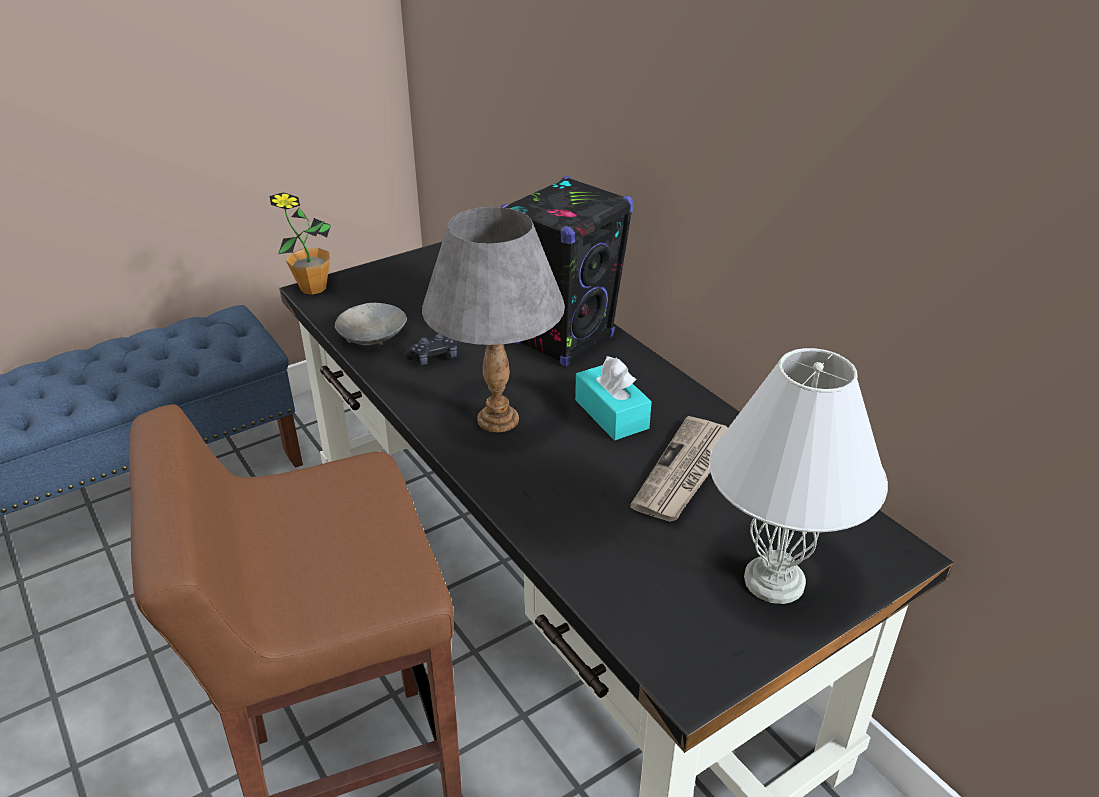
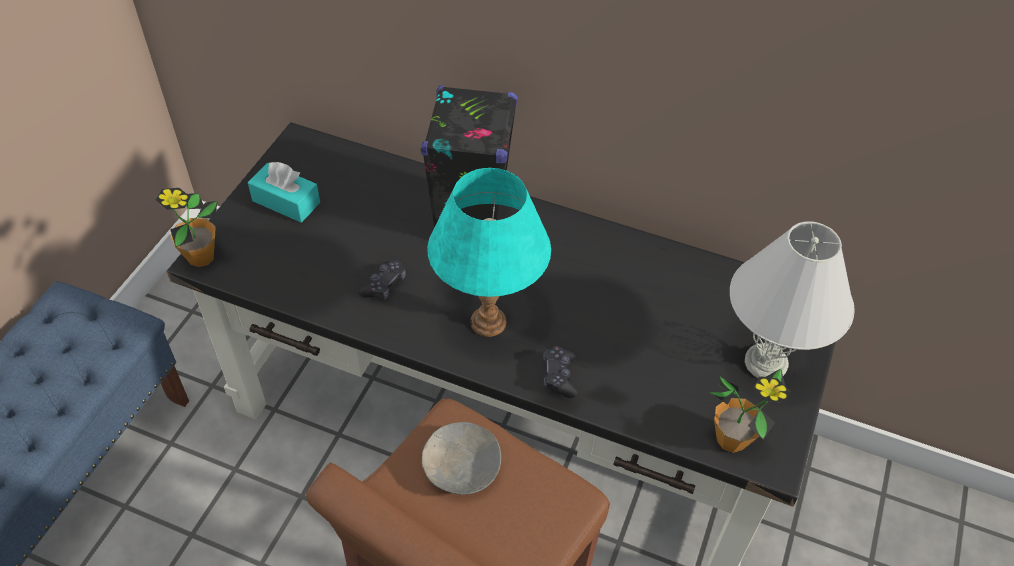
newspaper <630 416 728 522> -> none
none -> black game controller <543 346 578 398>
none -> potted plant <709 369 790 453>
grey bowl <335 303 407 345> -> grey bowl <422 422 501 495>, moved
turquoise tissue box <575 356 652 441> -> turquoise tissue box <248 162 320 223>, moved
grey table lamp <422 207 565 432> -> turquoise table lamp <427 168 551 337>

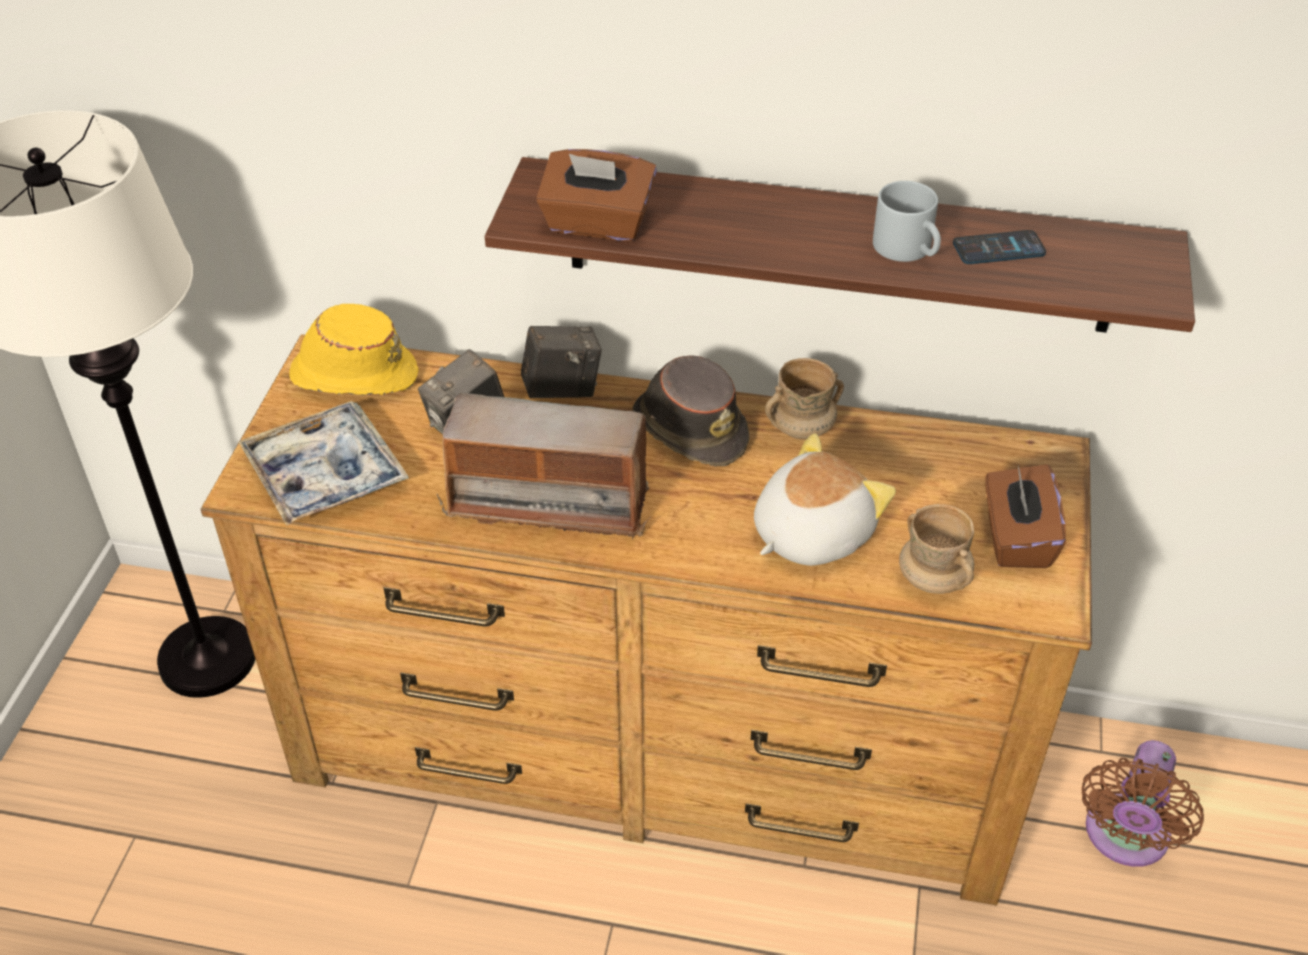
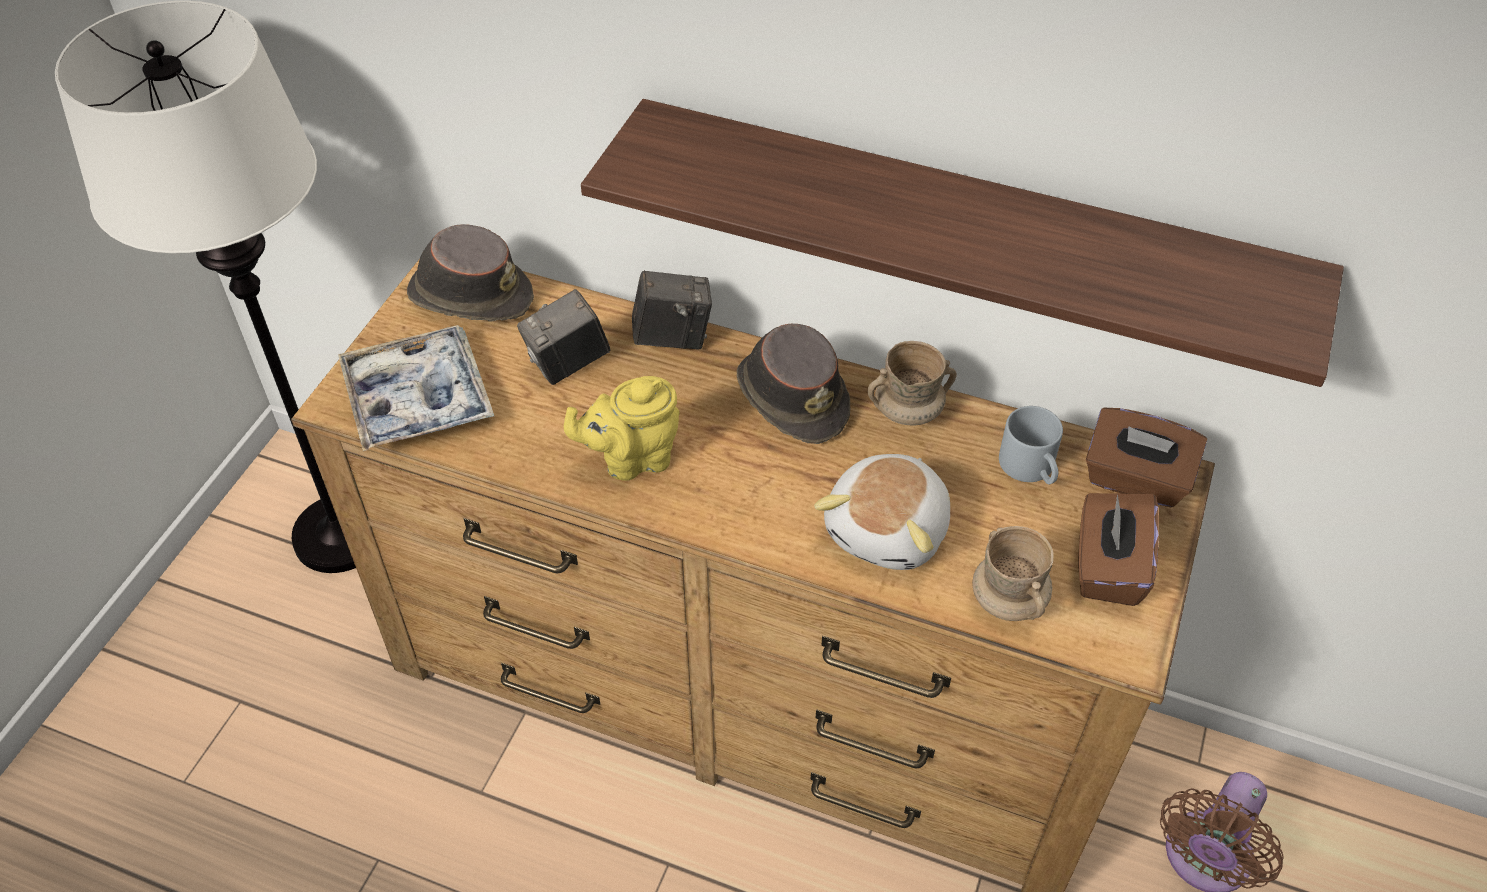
phone <953 230 1046 264> -> none
brown tissue box <536 149 657 241> -> brown tissue box <1086 408 1207 507>, moved
grey mug <873 181 941 262> -> grey mug <999 406 1063 484>, moved
radio <437 393 656 539> -> yellow teapot <564 376 680 481>
yellow hat <289 304 419 395> -> brown hat <407 224 534 322>
plush toy <754 433 896 566> -> plush toy <814 454 950 570>, 150 degrees clockwise

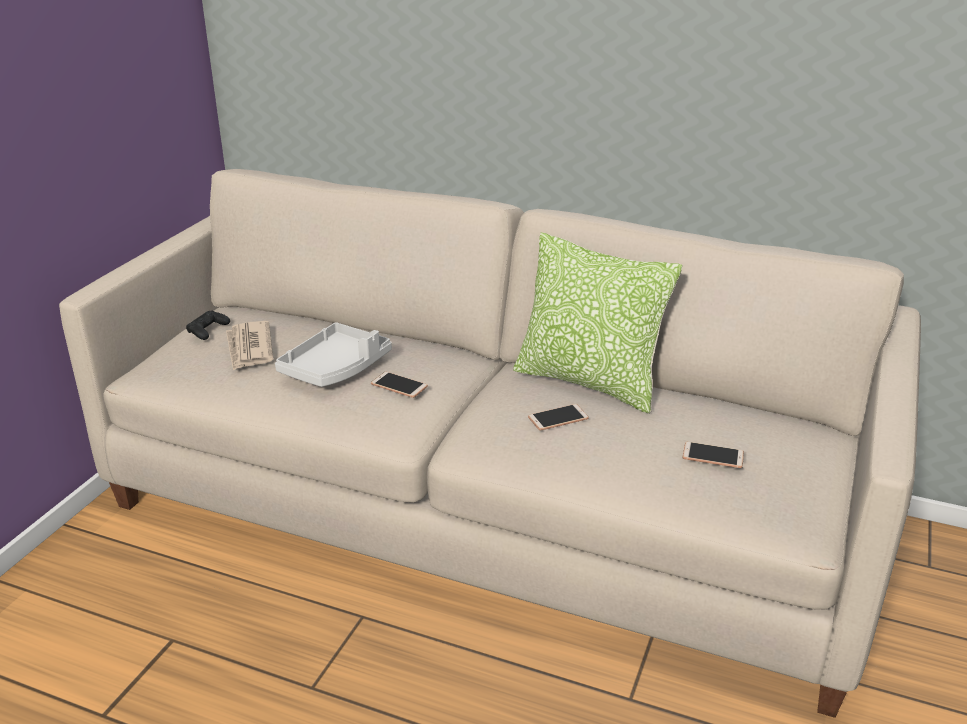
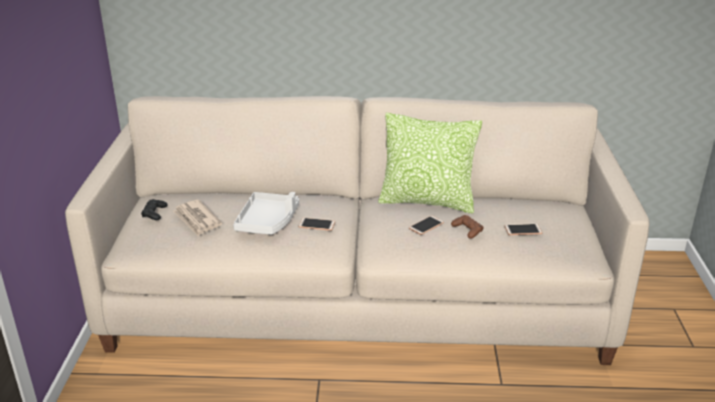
none -> brown game controller <451 215 483 239>

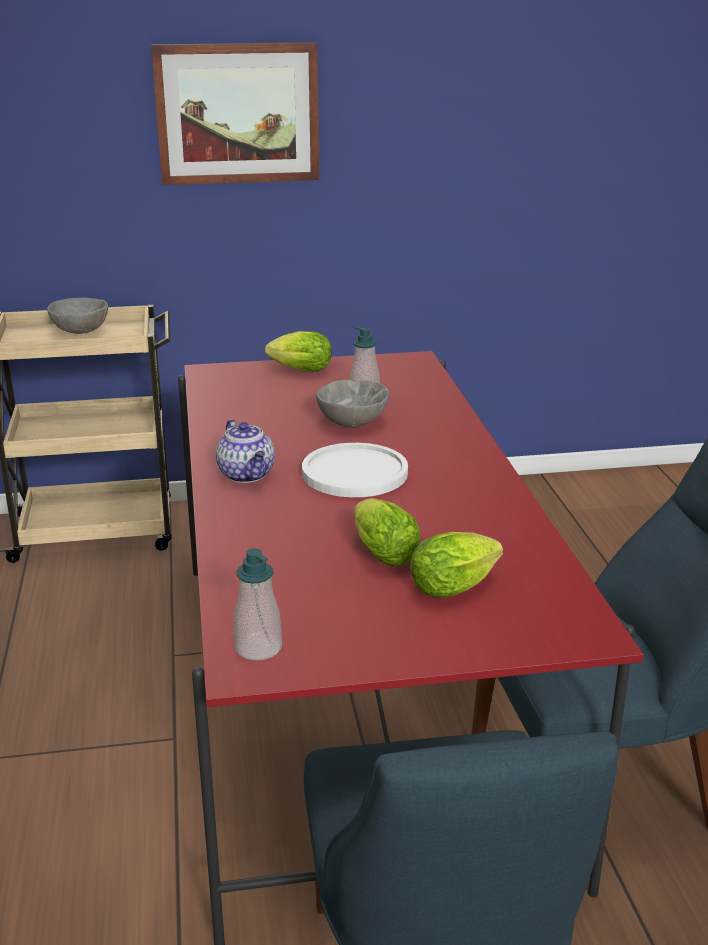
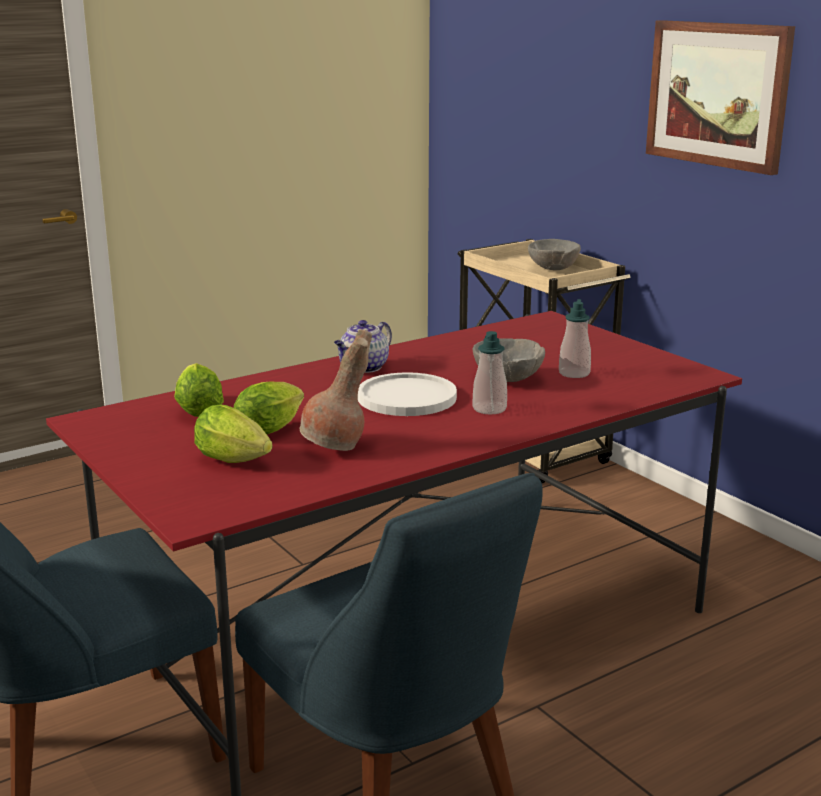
none -> brown vase <300 329 372 451>
soap dispenser <234 548 282 661> -> soap dispenser <473 331 507 415>, moved
lettuce <265 331 332 372> -> lettuce <174 363 224 417>, moved

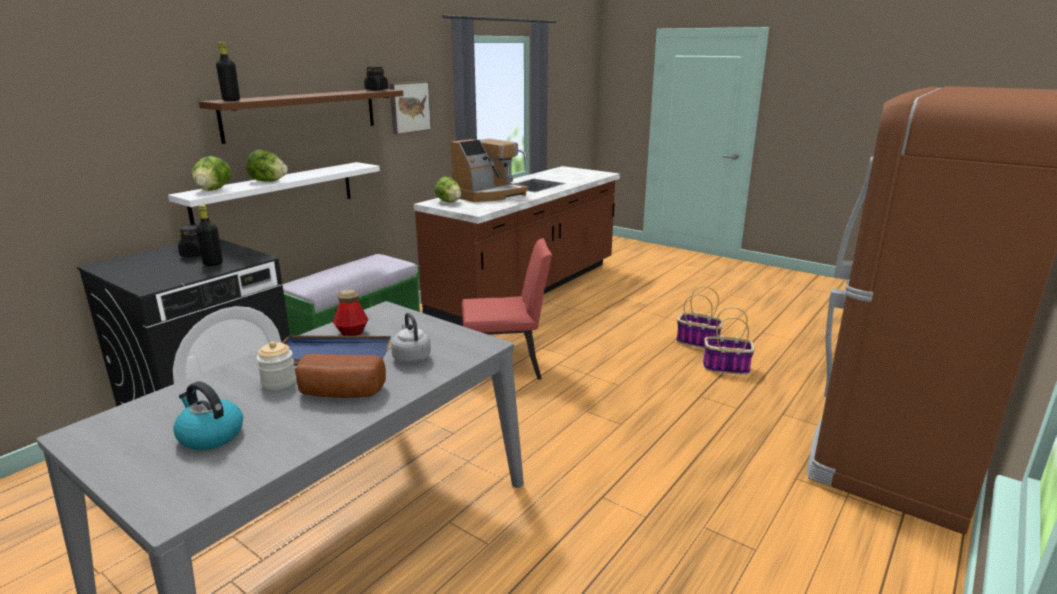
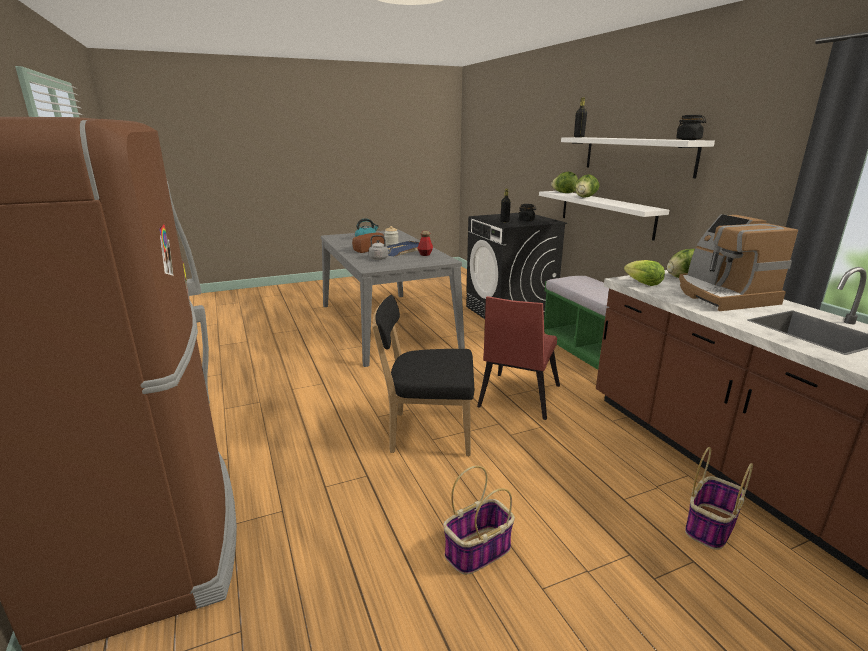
picture <389 81 432 134> -> none
none -> black chair <372 295 474 456>
none -> lettuce <624 260 665 286>
basket <703 307 755 375> -> basket <685 447 753 550>, moved
brown shelf <199 89 403 144> -> white shelf <561 137 715 178>

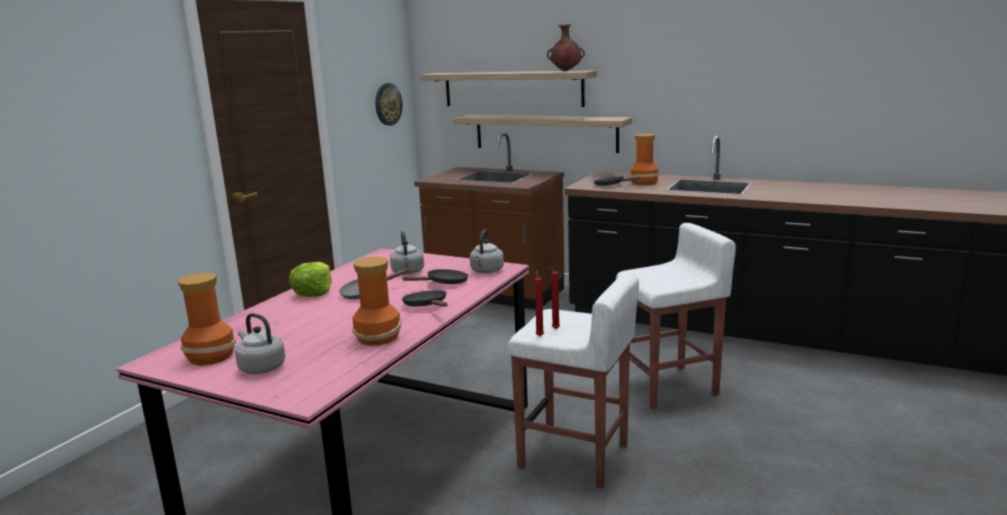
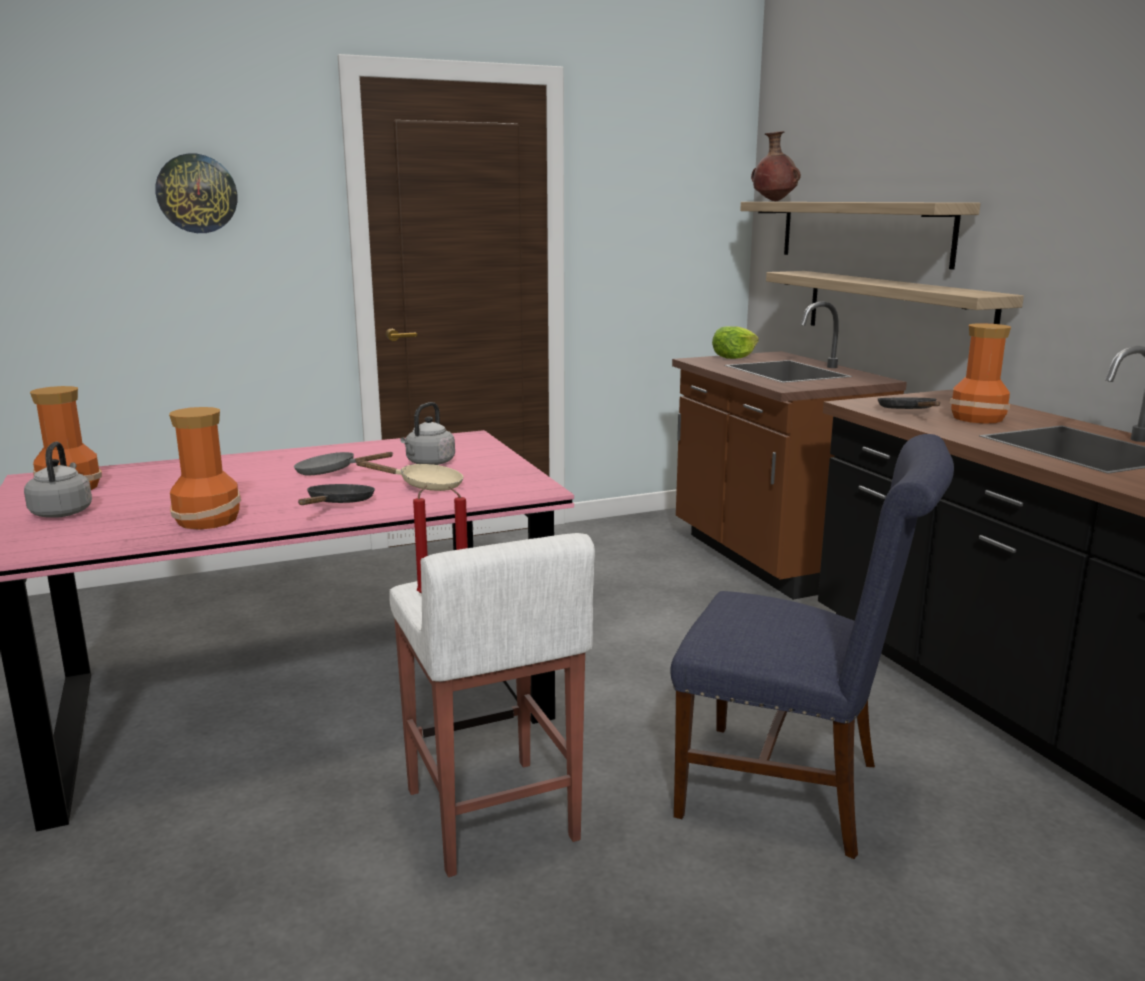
grey kettle <470 229 504 273> -> none
lettuce <289 262 332 297> -> lettuce <712 327 759 359>, moved
wall clock <375 83 402 126> -> wall clock <155 153 237 233>, moved
brown vase <547 24 585 71> -> brown vase <751 131 801 201>, moved
white stool <616 223 736 409> -> blue chair <670 434 954 859>
black frying pan <402 269 469 284> -> beige frying pan <356 460 463 491>

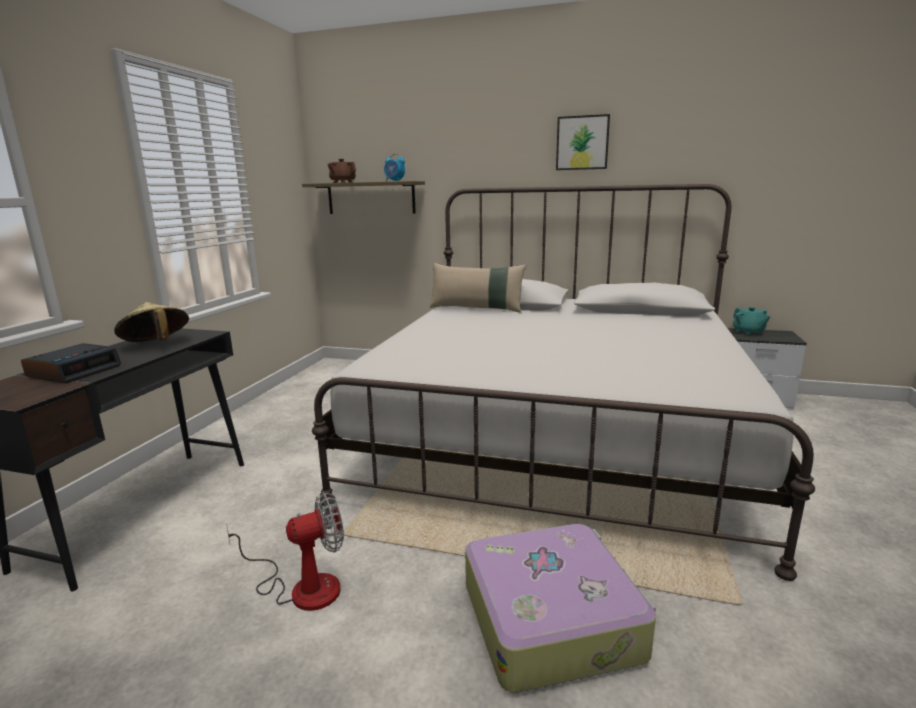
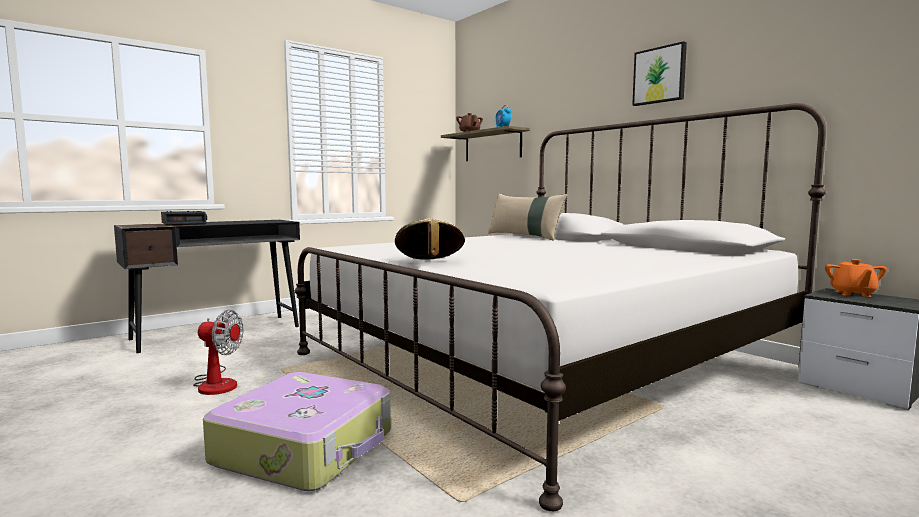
beige hat <114 302 189 342> -> beige hat <395 218 465 260>, moved
turquoise teapot <733 307 771 335> -> orange teapot <825 259 887 297>

